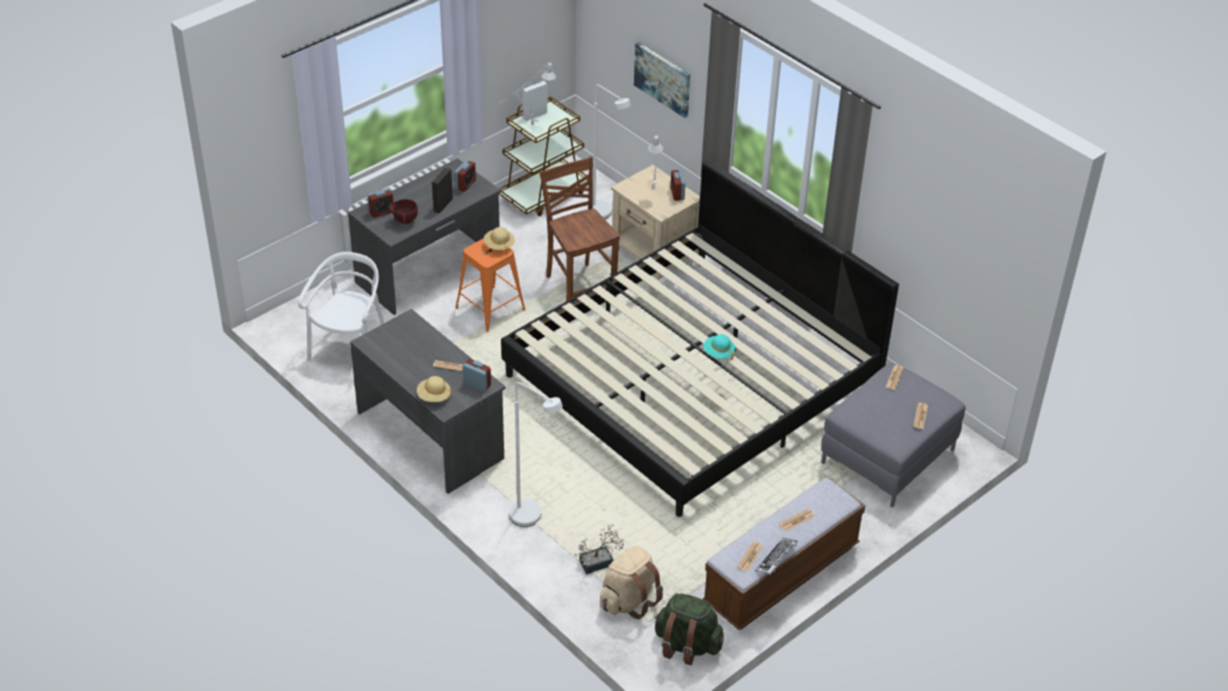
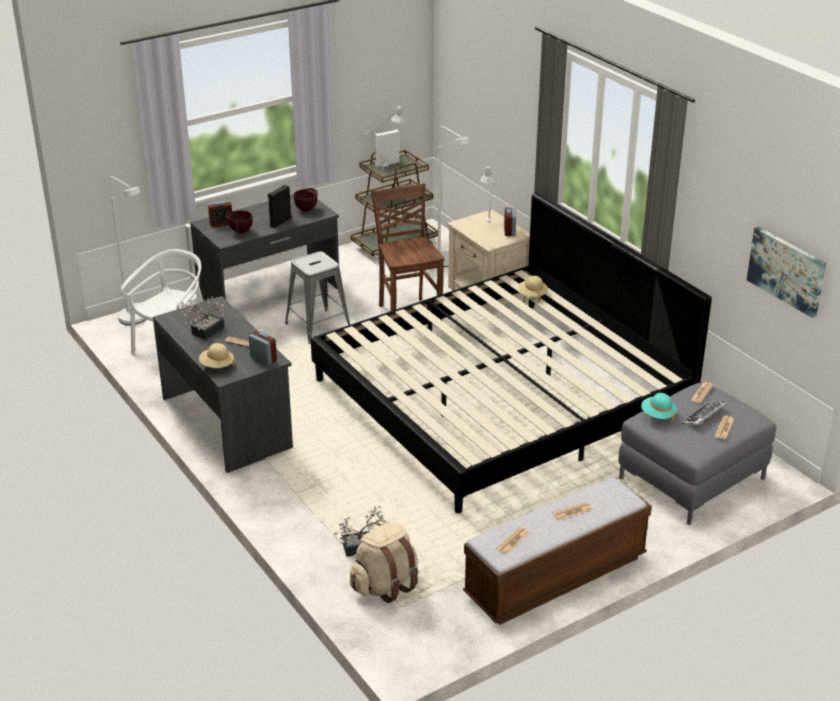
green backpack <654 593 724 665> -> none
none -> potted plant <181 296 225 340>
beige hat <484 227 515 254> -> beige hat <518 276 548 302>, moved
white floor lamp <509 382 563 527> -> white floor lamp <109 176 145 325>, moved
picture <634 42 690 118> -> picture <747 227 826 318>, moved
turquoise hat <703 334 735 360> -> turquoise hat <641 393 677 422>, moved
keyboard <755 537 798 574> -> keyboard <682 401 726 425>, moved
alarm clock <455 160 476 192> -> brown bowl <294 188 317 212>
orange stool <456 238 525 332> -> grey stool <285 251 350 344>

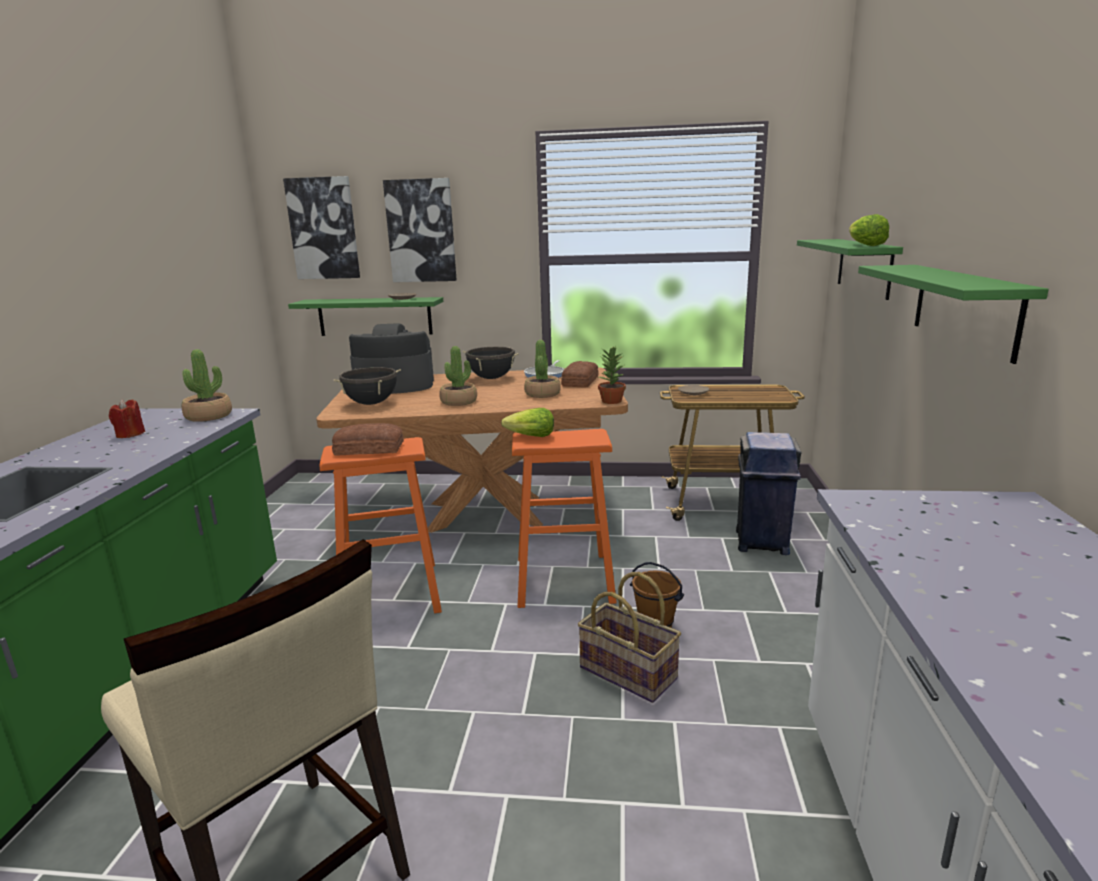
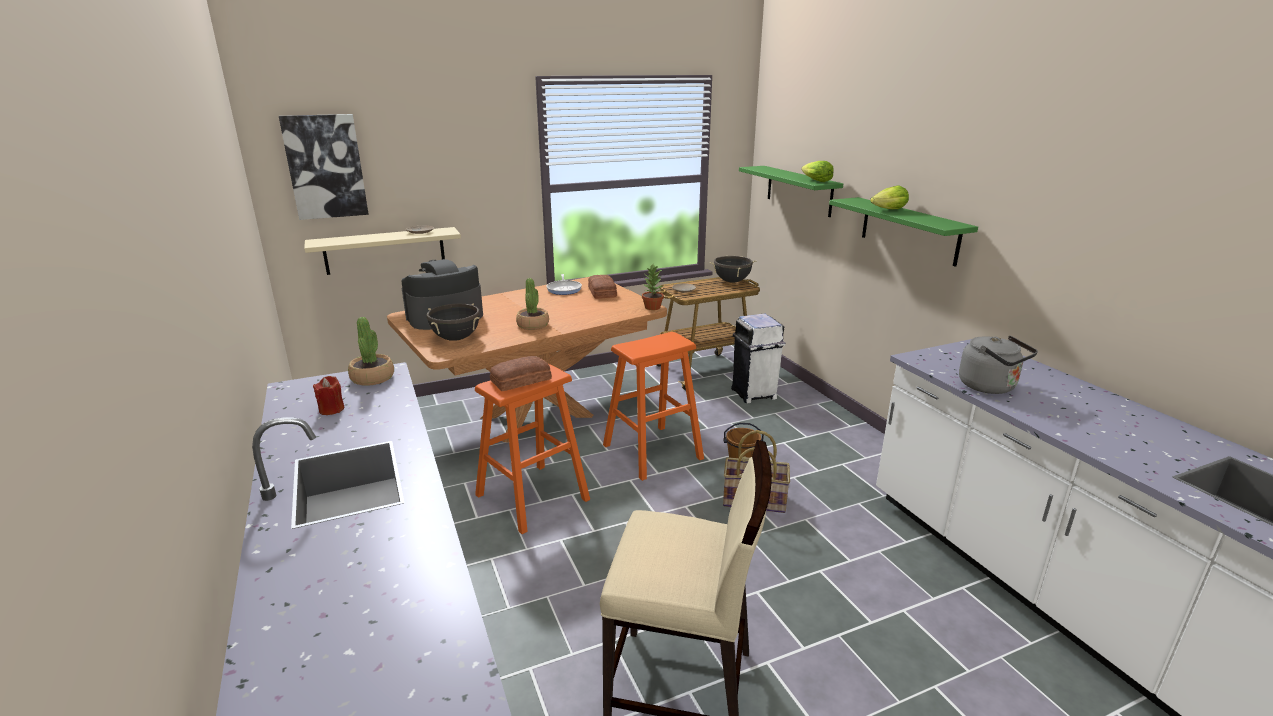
picture <383 178 457 282> -> none
potted plant <524 340 561 398> -> none
none -> grey kettle <959 336 1038 394>
black cooking pot <463 347 519 379> -> black cooking pot <710 255 757 283>, moved
lettuce <501 408 554 437> -> lettuce <870 185 909 209>, moved
green shelf <288 297 443 336> -> beige shelf <304 227 461 275>
blue trash can <736 432 801 555> -> white trash can <731 314 786 403>

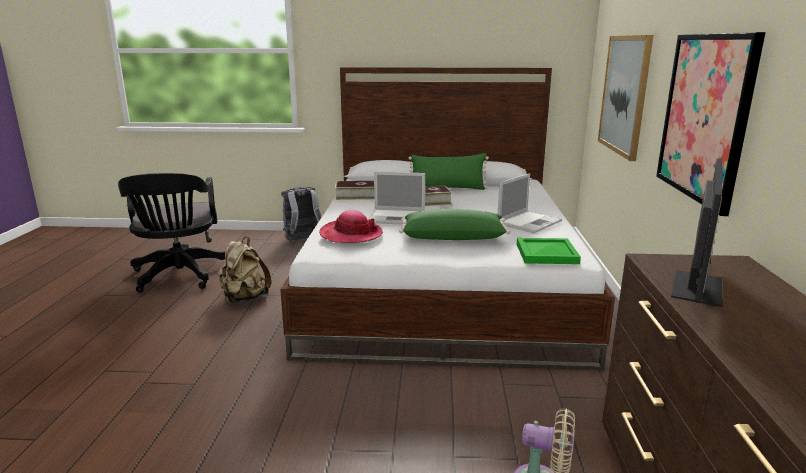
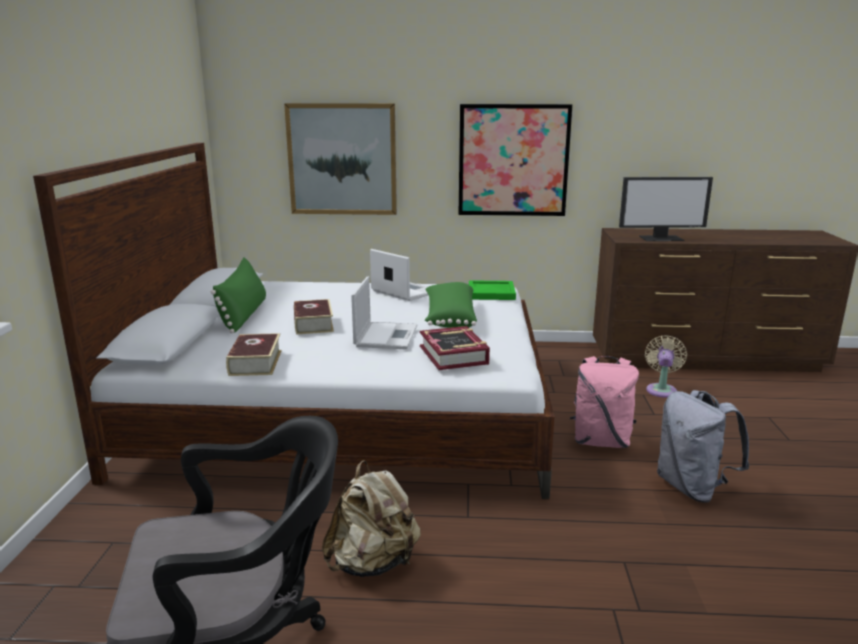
none -> pink backpack <570 356 639 448>
grey backpack <281 186 322 240> -> grey backpack <657 390 750 503>, moved
hat <319 210 383 243> -> book <420 326 490 370>
monitor <671 158 723 307> -> monitor <619 177 713 241>, 150 degrees clockwise

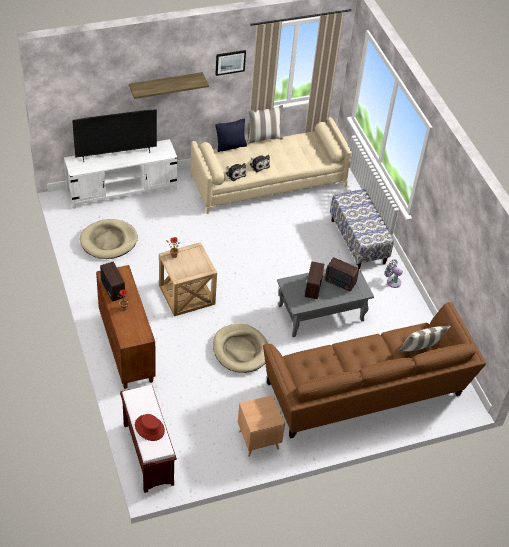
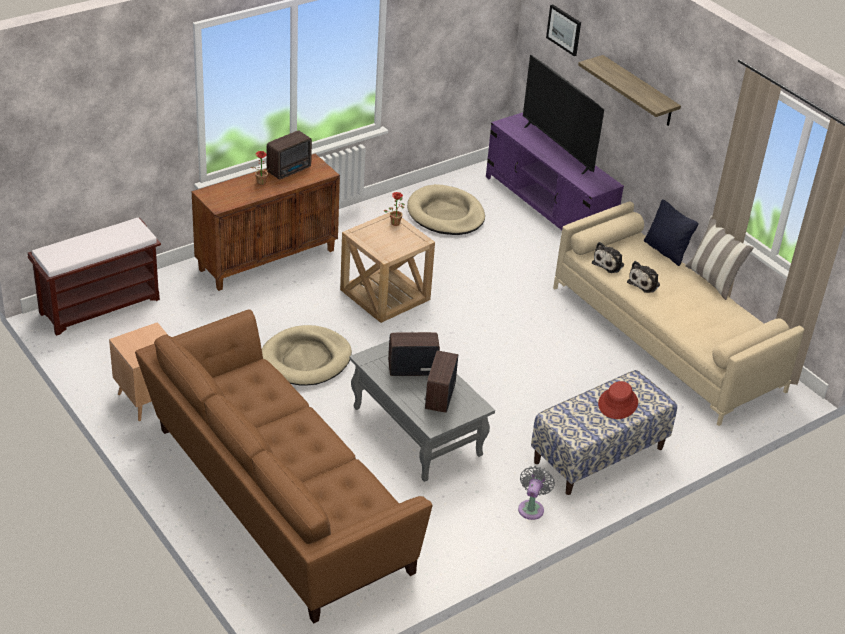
pillow <398 326 451 351> -> none
red hat <135 414 165 441> -> red hat <598 381 638 419>, moved
picture <215 50 246 76> -> picture <546 4 581 56>, moved
white tv stand <64 139 177 209> -> purple tv stand <486 112 624 230>

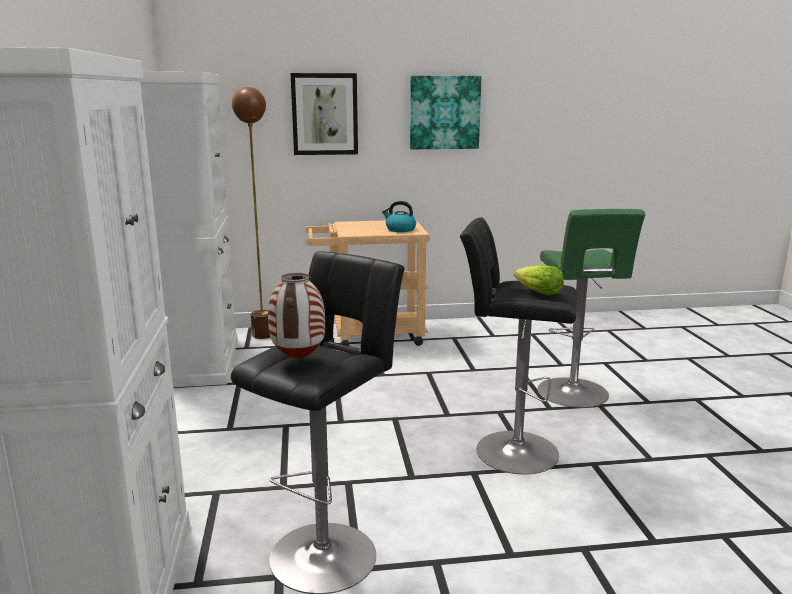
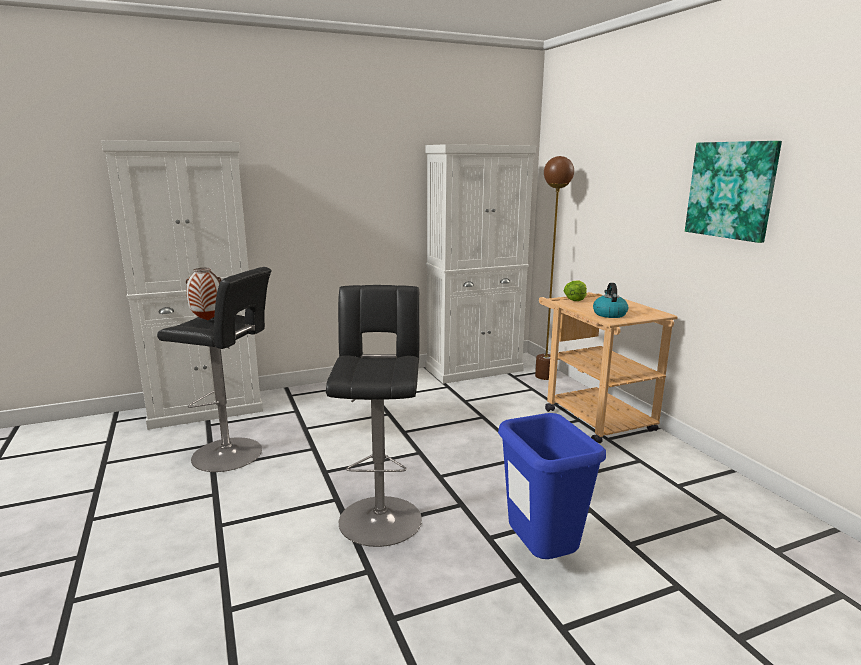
picture <290 73 358 155> -> none
lettuce <514 265 564 295> -> lettuce <564 280 587 301>, moved
green stool <538 209 645 408> -> blue trash can <498 413 606 559>

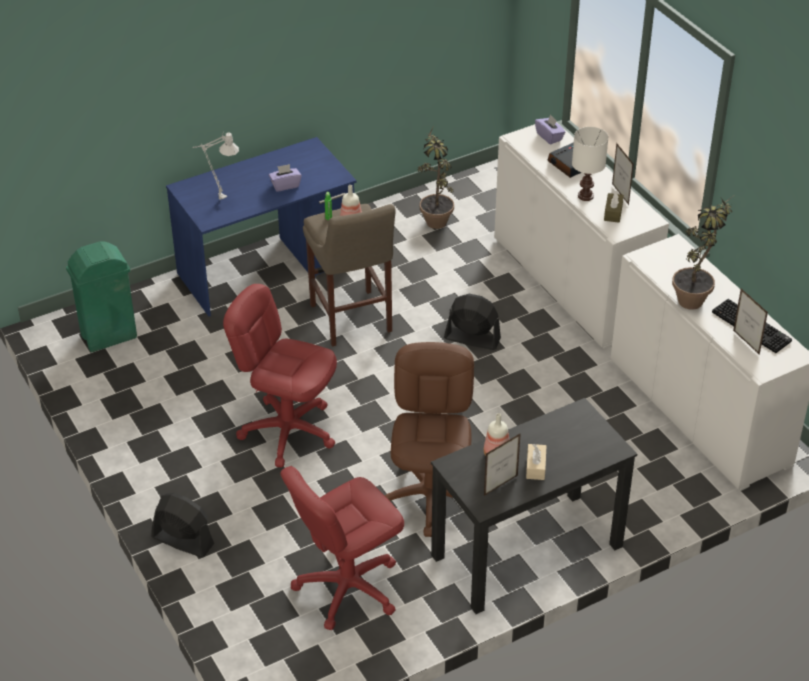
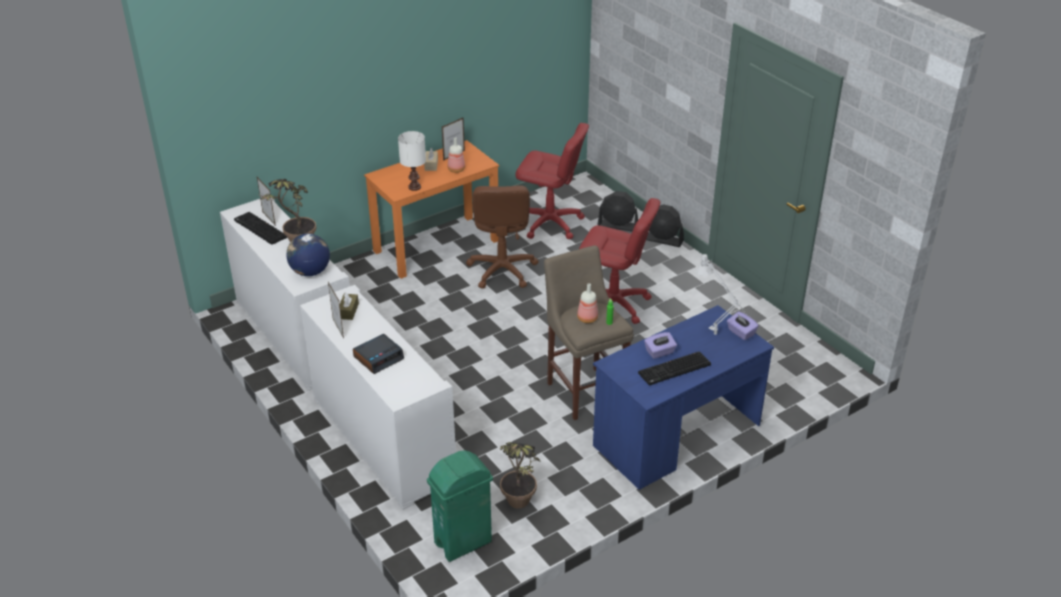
none -> globe <286 234 330 276>
none -> keyboard <638 351 711 385>
green trash can <66 242 137 352> -> green trash can <427 450 493 562>, moved
black fan <444 294 501 350> -> black fan <598 191 638 231>, moved
purple tissue box <535 114 565 144> -> purple tissue box <727 311 759 340>, moved
white table lamp <572 127 608 201> -> white table lamp <398 131 426 191>, moved
black desk <431 398 637 614> -> orange desk <364 140 499 279>
red office chair <280 466 404 630> -> red office chair <515 123 589 239>, 60 degrees clockwise

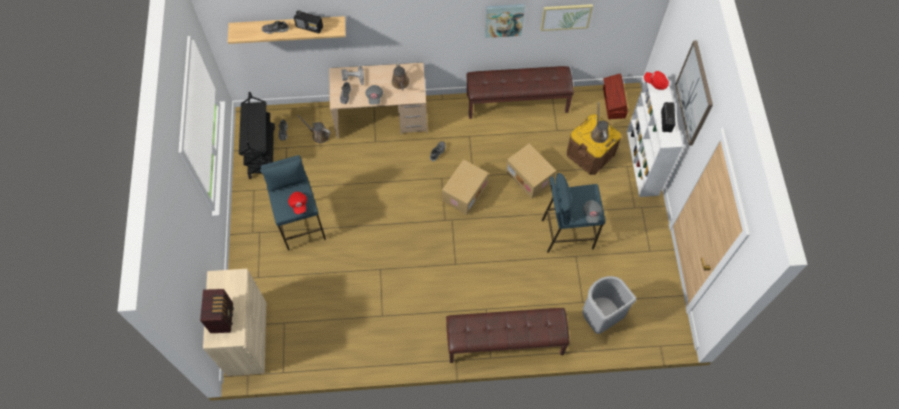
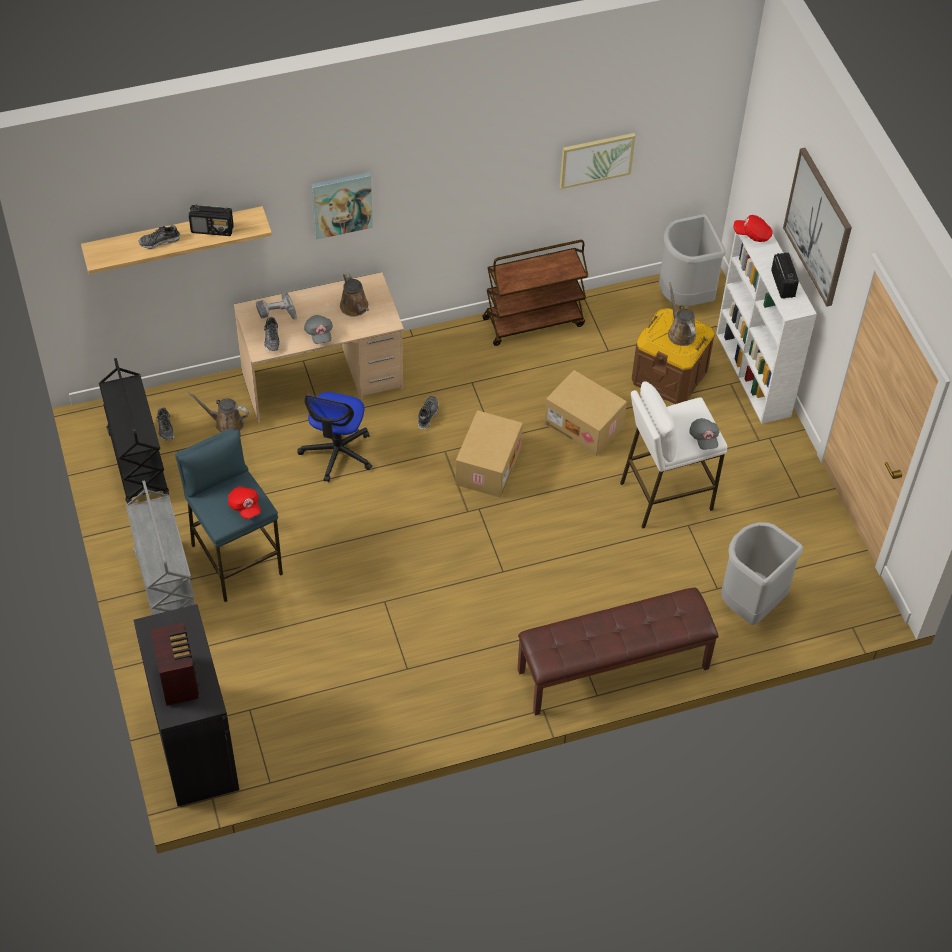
none -> grey cart <126 480 195 615>
none -> office chair <298 392 372 482>
picture <485 4 525 38> -> picture <311 172 373 240>, moved
brown bench <466 66 574 119> -> brown cart <482 240 589 346>
brown storage box <603 73 628 119> -> grey trash can <659 214 726 306>
beige cabinet <203 269 266 376> -> black cabinet <133 604 239 807>
blue stool <542 173 605 253> -> white stool <620 381 727 529>

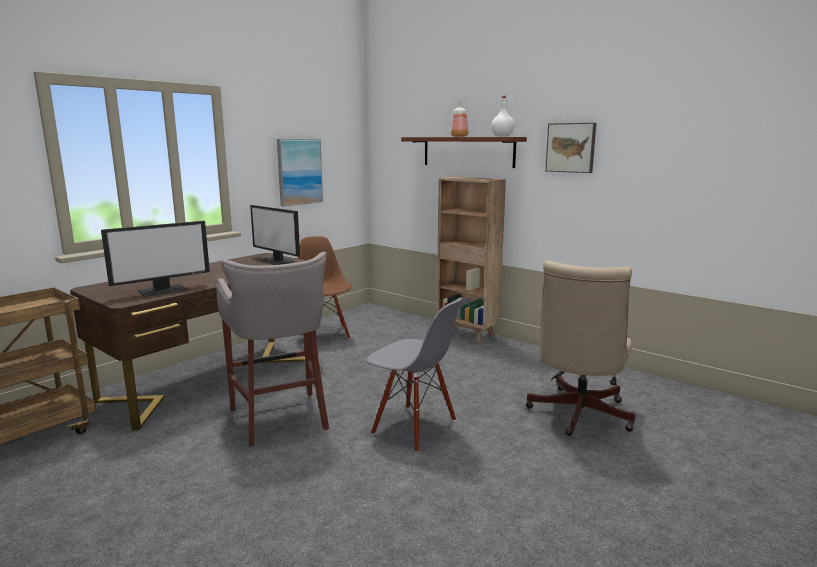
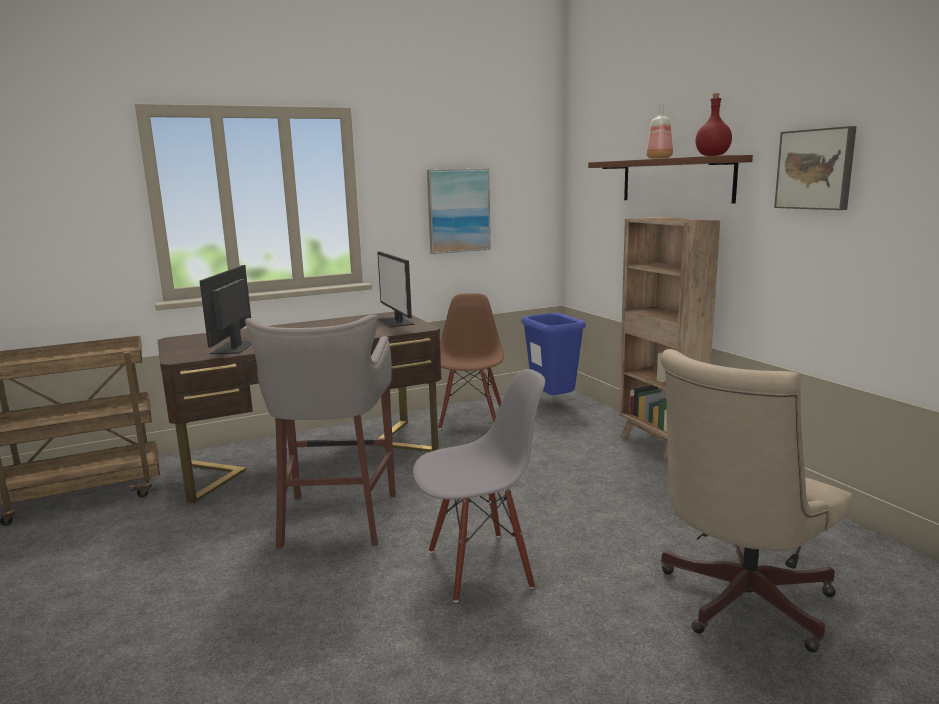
none -> blue trash can <521 313 586 395>
white bottle <491 96 514 137> -> red bottle <695 93 732 156>
monitor <101 221 210 297> -> monitor <200 265 252 354>, 105 degrees clockwise
grey chair <366 297 464 452> -> grey chair <413 369 545 602>, 75 degrees counterclockwise

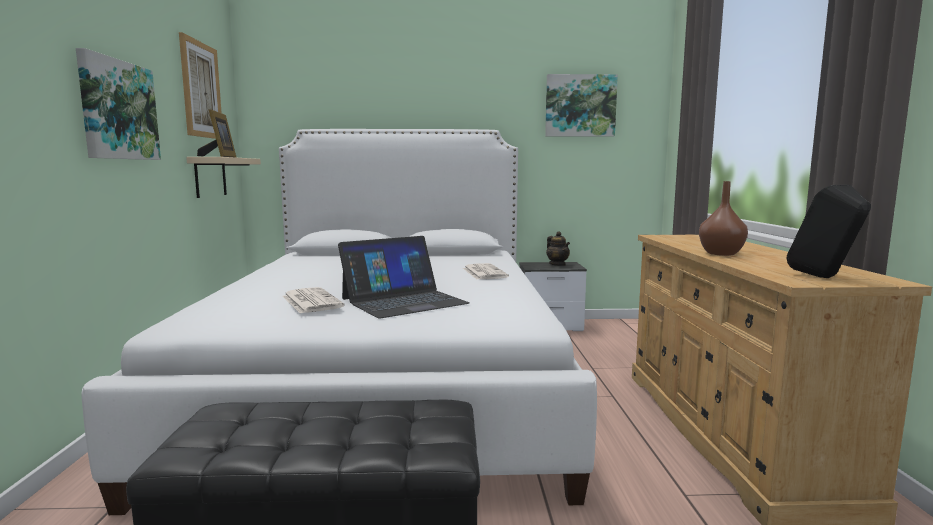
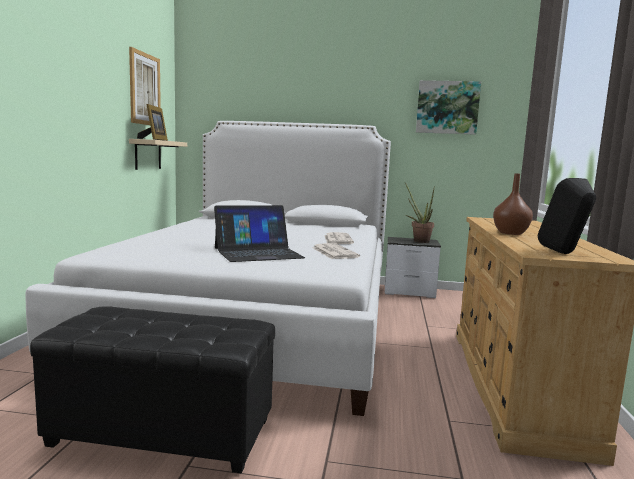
picture <76 48 161 160> -> none
newspaper <282 287 344 314> -> newspaper <312 243 360 259>, moved
teapot <546 231 570 266> -> potted plant <405 183 435 243>

